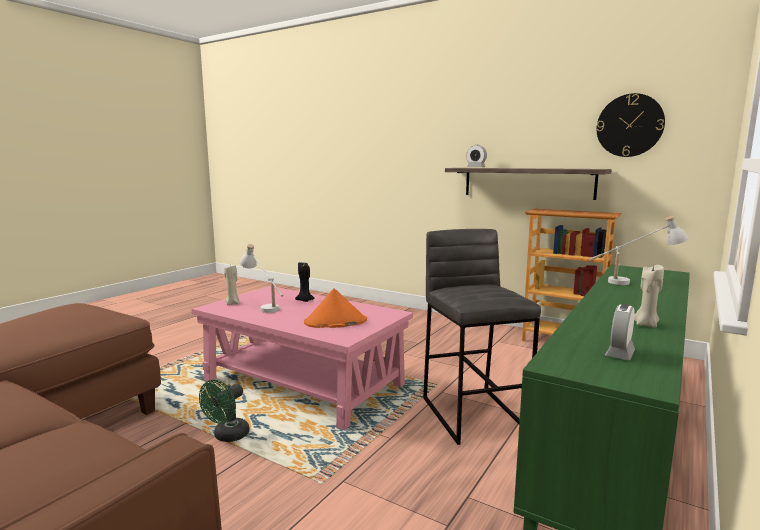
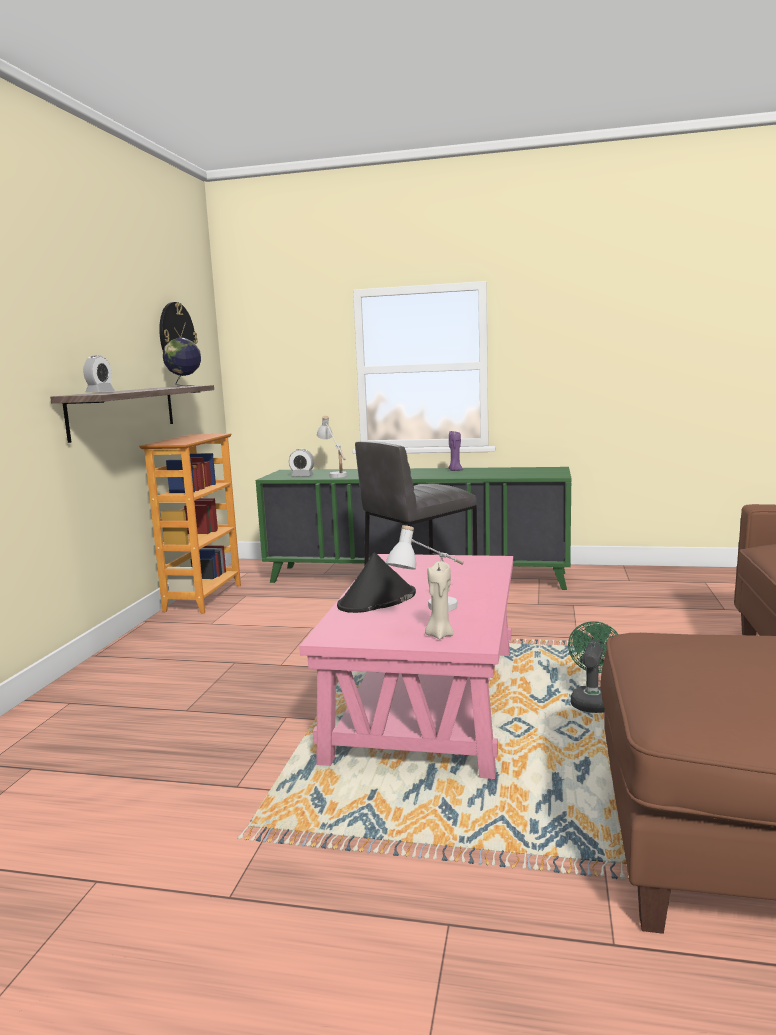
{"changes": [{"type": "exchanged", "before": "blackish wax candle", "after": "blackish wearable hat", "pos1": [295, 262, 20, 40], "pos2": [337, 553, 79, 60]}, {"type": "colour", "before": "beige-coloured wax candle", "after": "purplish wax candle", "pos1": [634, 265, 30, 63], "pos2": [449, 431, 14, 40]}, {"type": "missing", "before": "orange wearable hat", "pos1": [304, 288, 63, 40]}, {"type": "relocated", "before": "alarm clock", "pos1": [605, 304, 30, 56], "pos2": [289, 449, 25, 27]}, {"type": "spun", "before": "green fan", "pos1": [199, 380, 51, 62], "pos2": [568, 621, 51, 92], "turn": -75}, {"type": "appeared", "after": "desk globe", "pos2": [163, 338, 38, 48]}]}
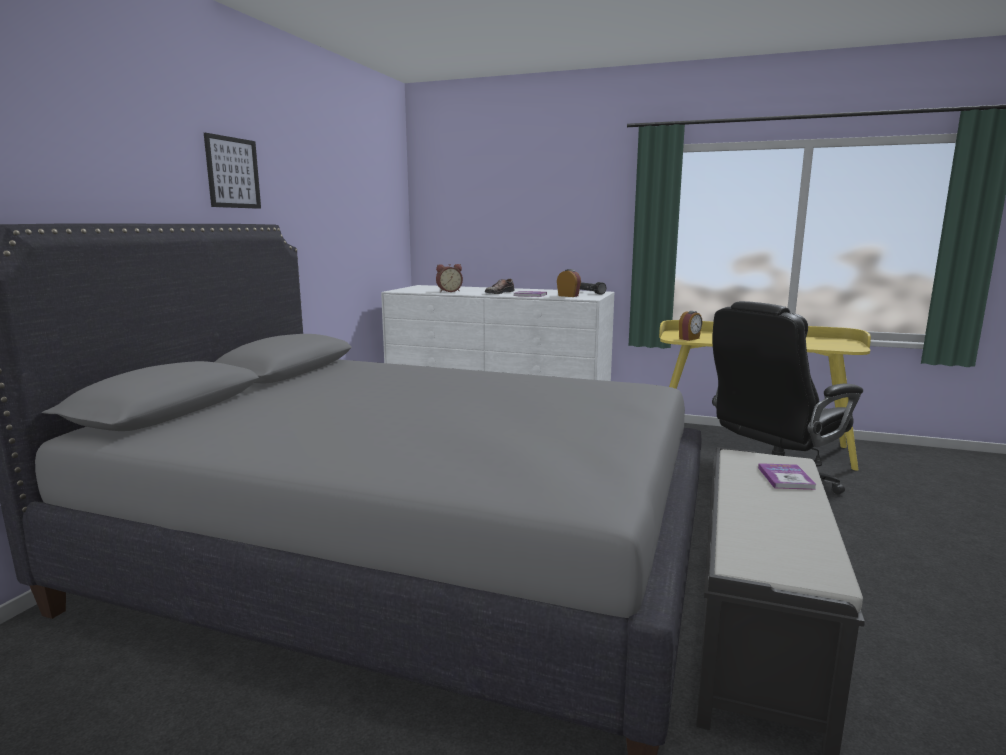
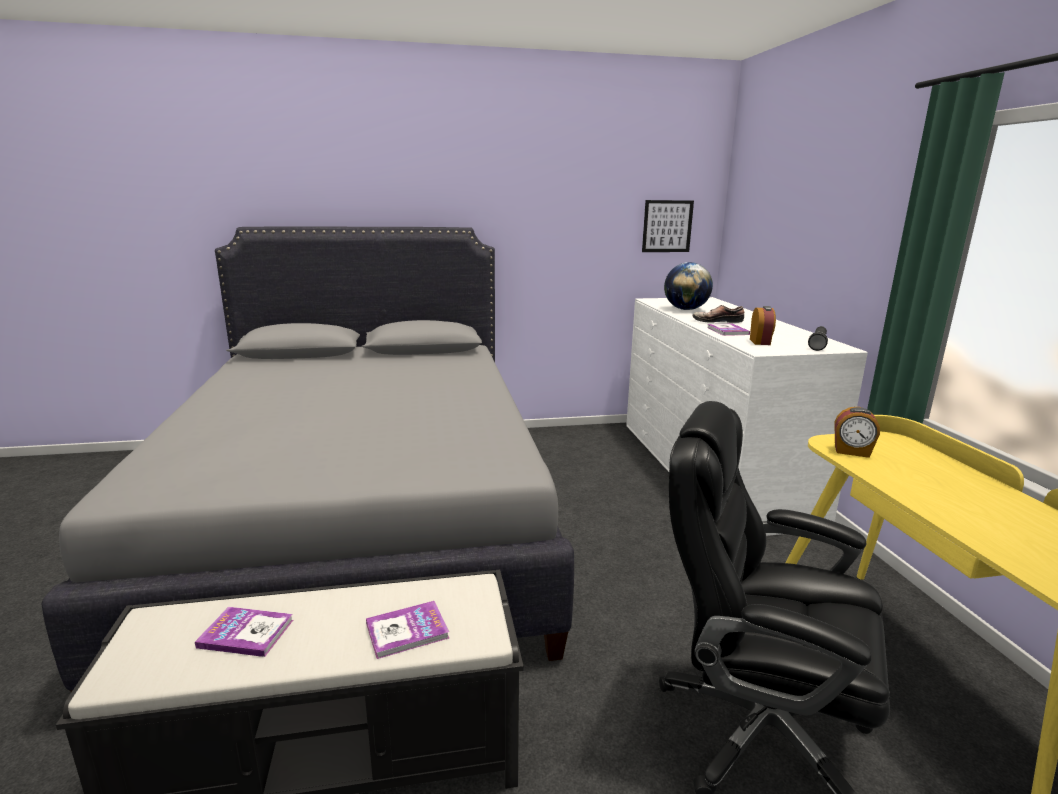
{"changes": [{"type": "relocated", "before": "wall picture", "pos1": [204, 133, 57, 76], "pos2": [642, 200, 52, 52]}, {"type": "exchanged", "before": "alarm clock", "after": "desk globe", "pos1": [436, 264, 27, 28], "pos2": [664, 262, 49, 48]}, {"type": "appeared", "after": "volume", "pos2": [195, 607, 98, 50]}]}
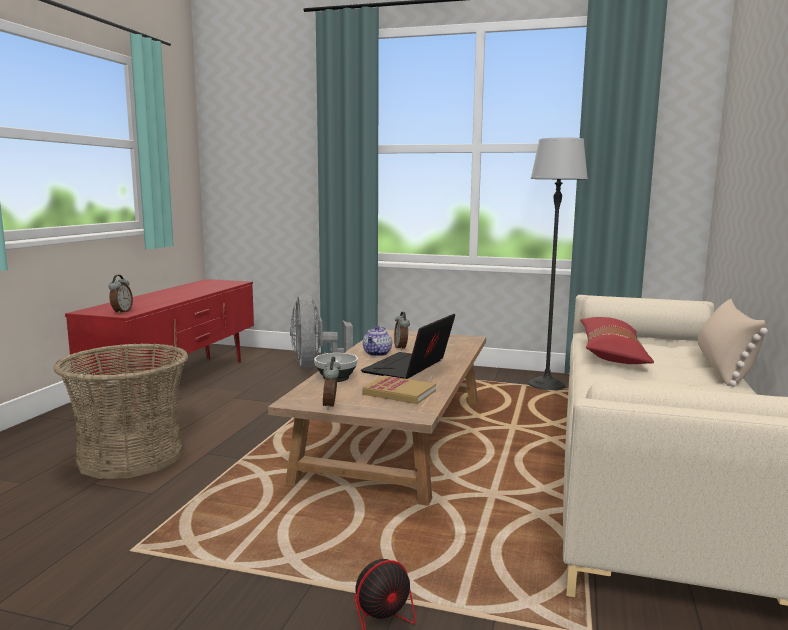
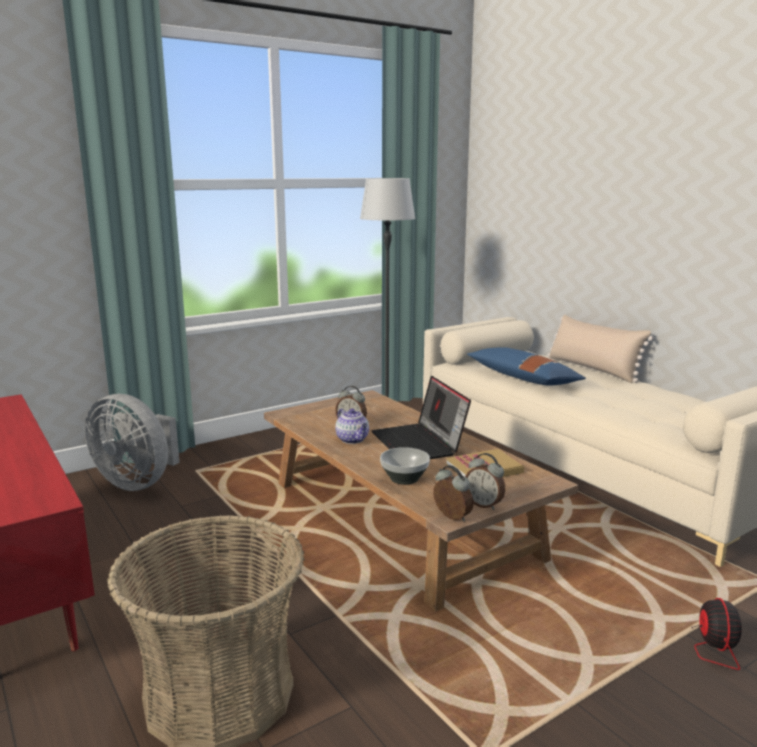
{"changes": [{"type": "relocated", "before": "alarm clock", "pos1": [109, 275, 24, 39], "pos2": [433, 465, 40, 57]}, {"type": "colour", "before": "reddish throw pillow", "after": "bluish throw pillow", "pos1": [580, 317, 74, 47], "pos2": [467, 347, 119, 39]}]}
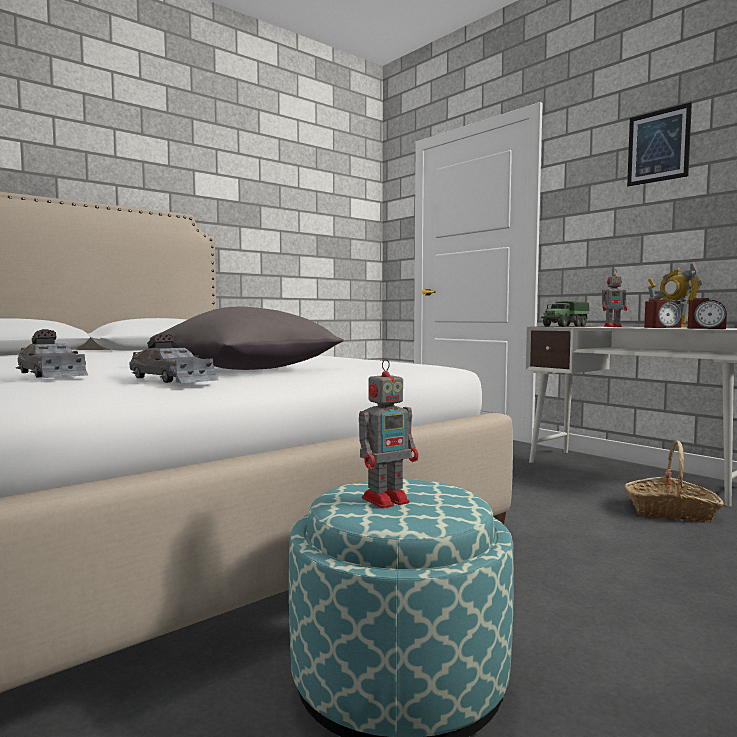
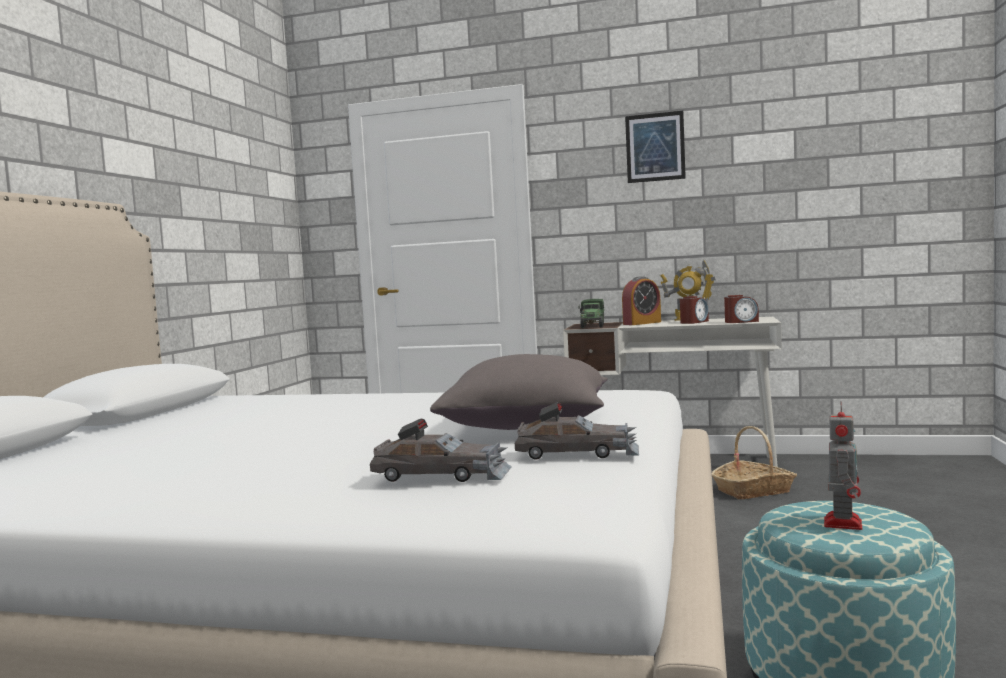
{"changes": [{"type": "exchanged", "before": "robot figure", "after": "alarm clock", "pos1": [602, 269, 25, 58], "pos2": [622, 276, 39, 49]}]}
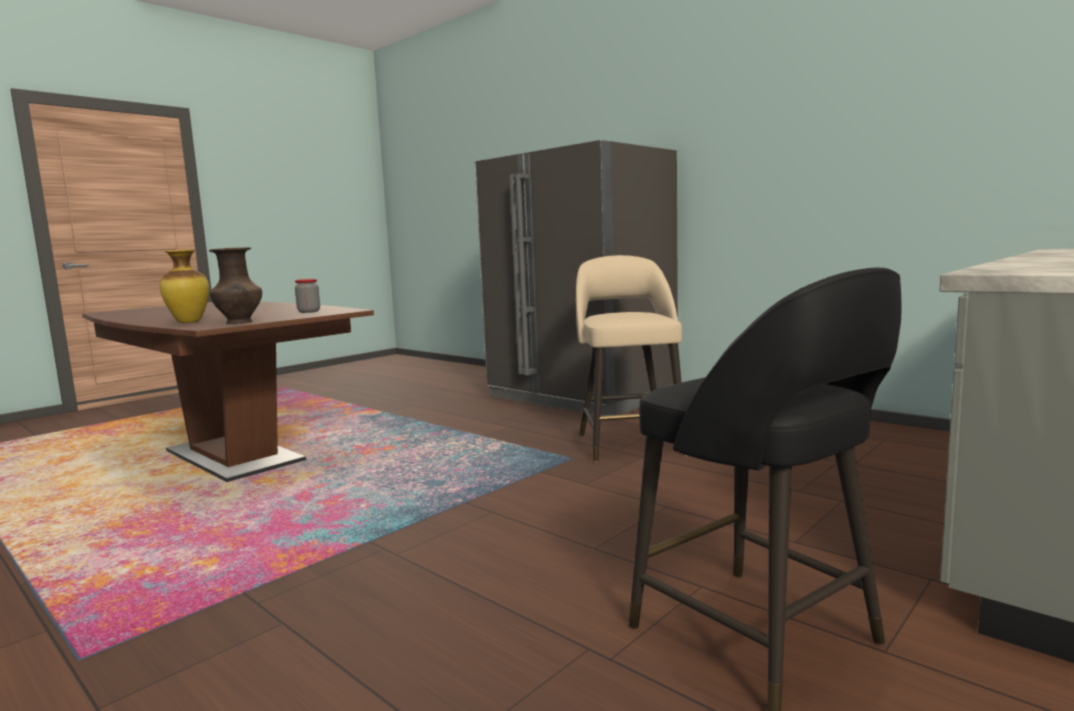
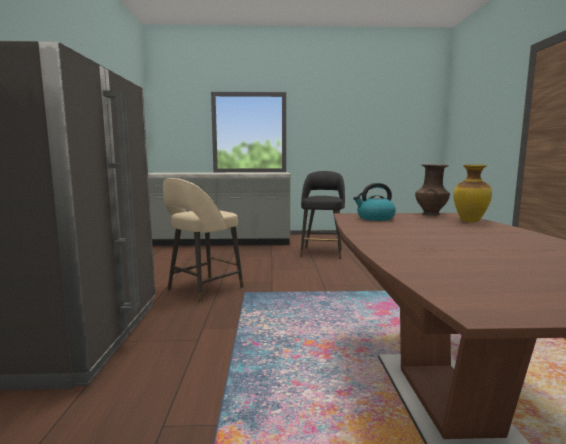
{"changes": [{"type": "exchanged", "before": "storage jar", "after": "water kettle", "pos1": [295, 279, 25, 34], "pos2": [353, 183, 43, 38]}]}
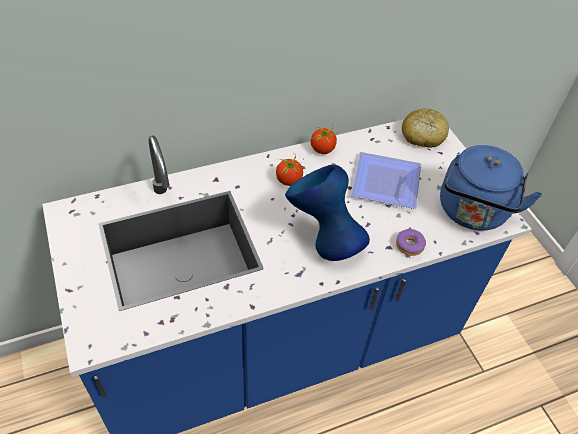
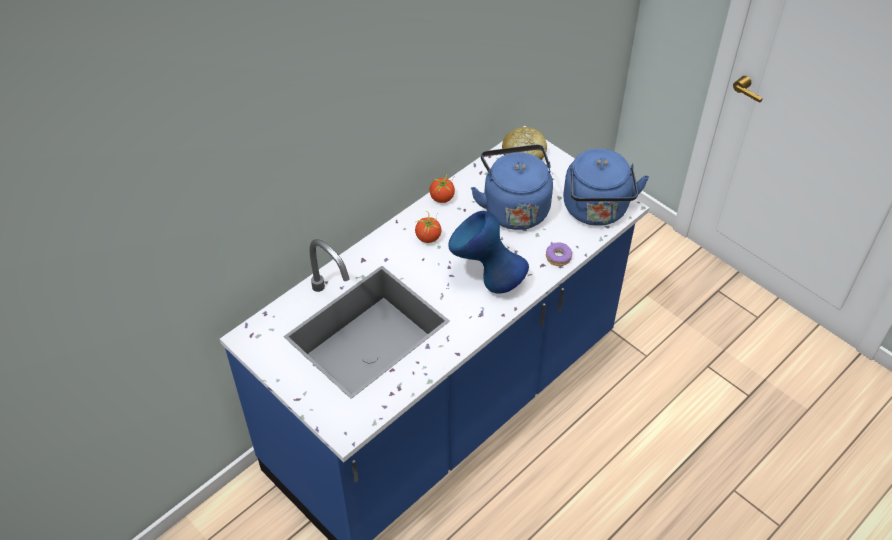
{"changes": [{"type": "exchanged", "before": "plate", "after": "bluish water kettle", "pos1": [351, 152, 70, 57], "pos2": [471, 145, 82, 85]}]}
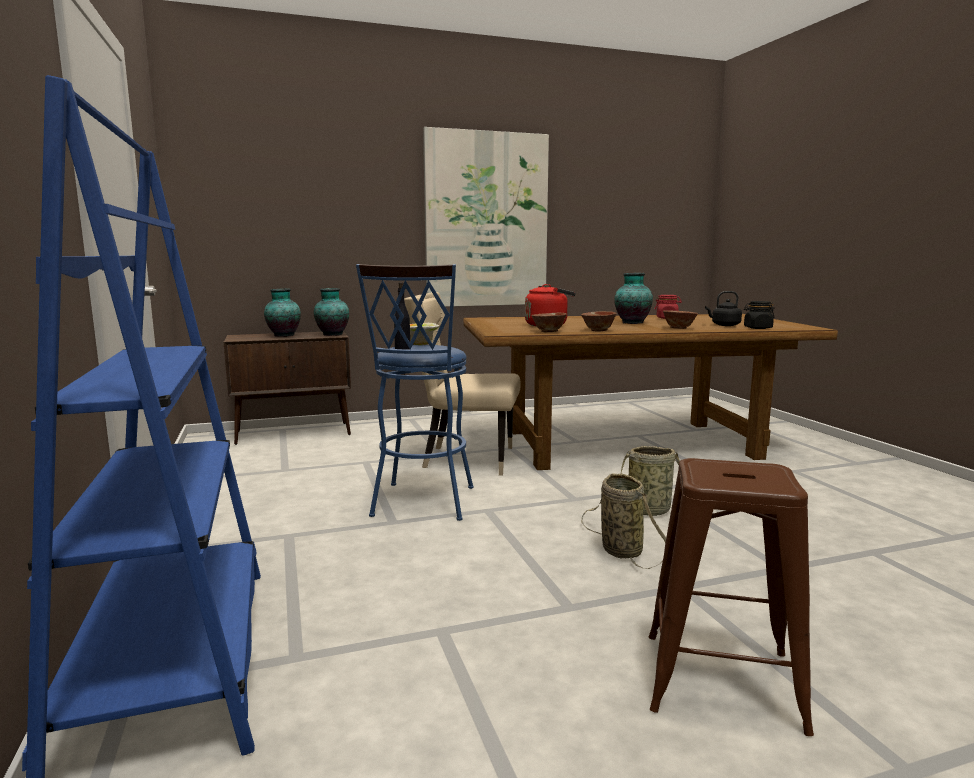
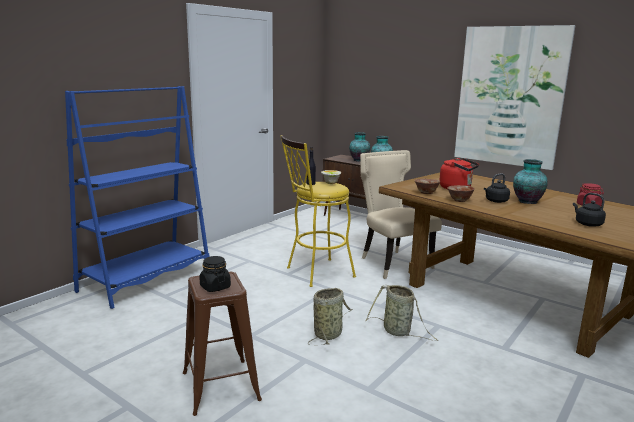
{"changes": [{"type": "colour", "before": "bluish stool seat", "after": "yellow-coloured stool seat", "pos1": [356, 264, 118, 257], "pos2": [281, 135, 75, 152]}, {"type": "relocated", "before": "blackish storage jar", "pos1": [744, 301, 31, 28], "pos2": [199, 256, 32, 36]}, {"type": "missing", "before": "bowl", "pos1": [663, 310, 35, 19]}, {"type": "appeared", "after": "blackish water kettle", "pos2": [484, 174, 26, 29]}]}
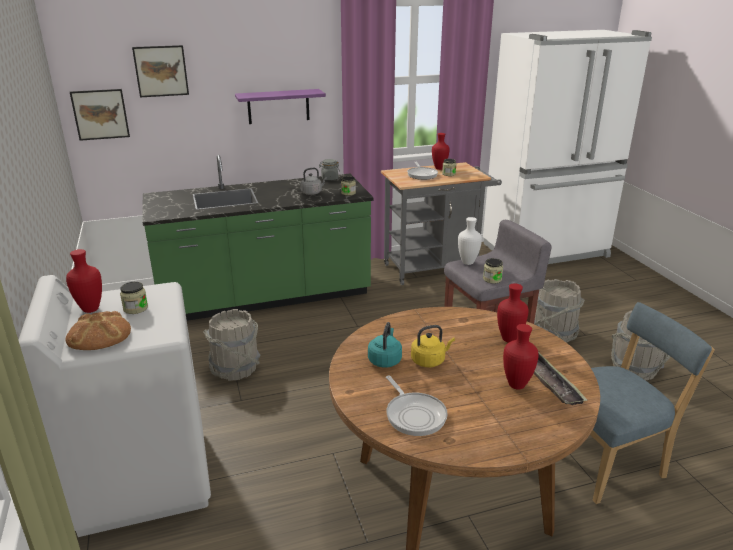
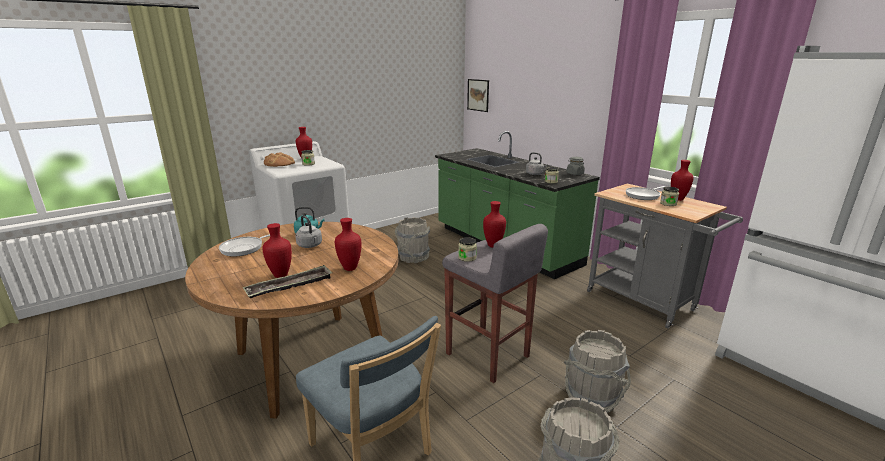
{"changes": [{"type": "missing", "before": "wall picture", "pos1": [132, 45, 57, 52]}, {"type": "missing", "before": "purplish bracket shelf", "pos1": [235, 89, 91, 35]}, {"type": "colour", "before": "white decorative vase", "after": "reddish decorative vase", "pos1": [458, 217, 24, 48], "pos2": [483, 201, 23, 47]}, {"type": "colour", "before": "yellow-coloured water kettle", "after": "greyish water kettle", "pos1": [411, 325, 44, 43], "pos2": [295, 215, 27, 33]}]}
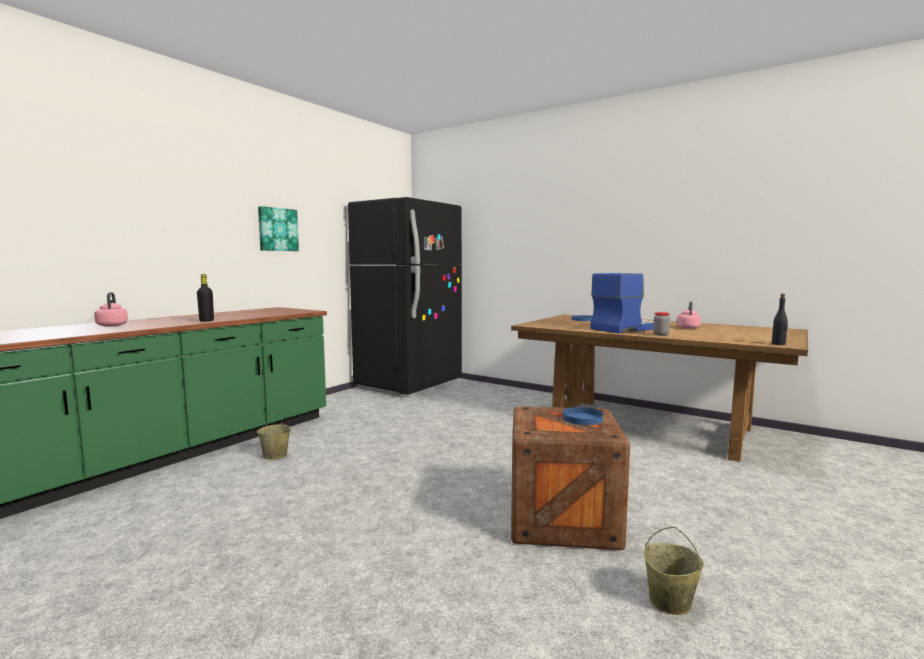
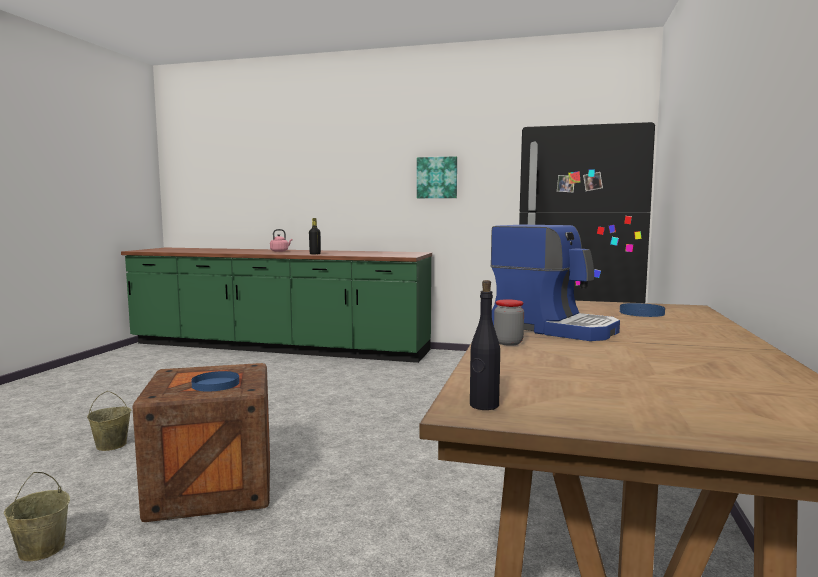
{"changes": [{"type": "missing", "before": "pinkish water kettle", "pos1": [677, 301, 24, 28]}, {"type": "relocated", "before": "beige-coloured bucket", "pos1": [257, 411, 34, 49], "pos2": [87, 391, 44, 60]}]}
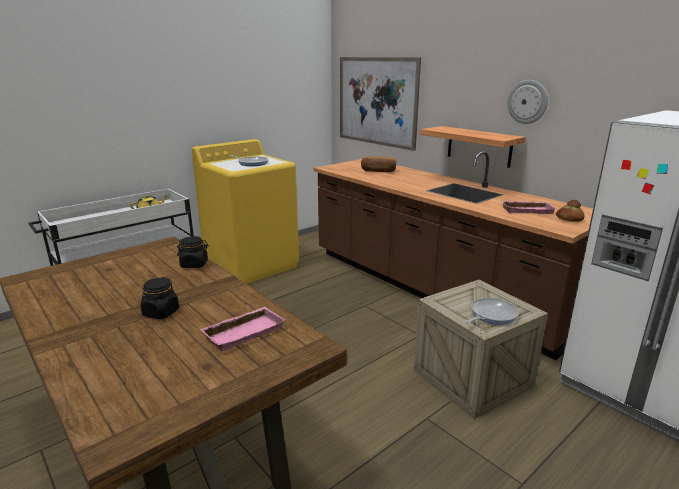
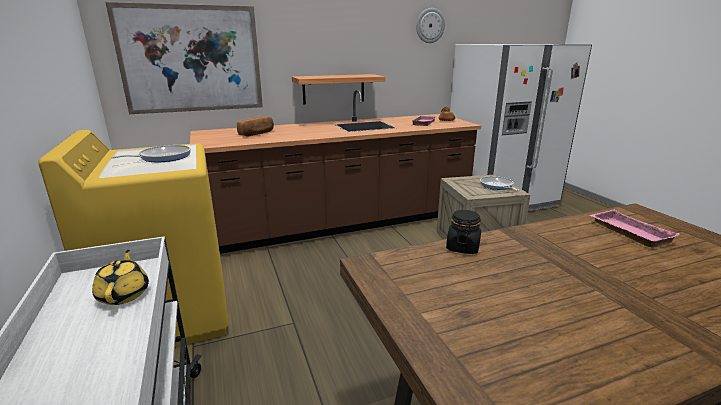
{"changes": [{"type": "relocated", "before": "wall clock", "pos1": [508, 80, 40, 44], "pos2": [416, 8, 29, 35]}, {"type": "missing", "before": "blackish storage jar", "pos1": [141, 277, 38, 42]}]}
